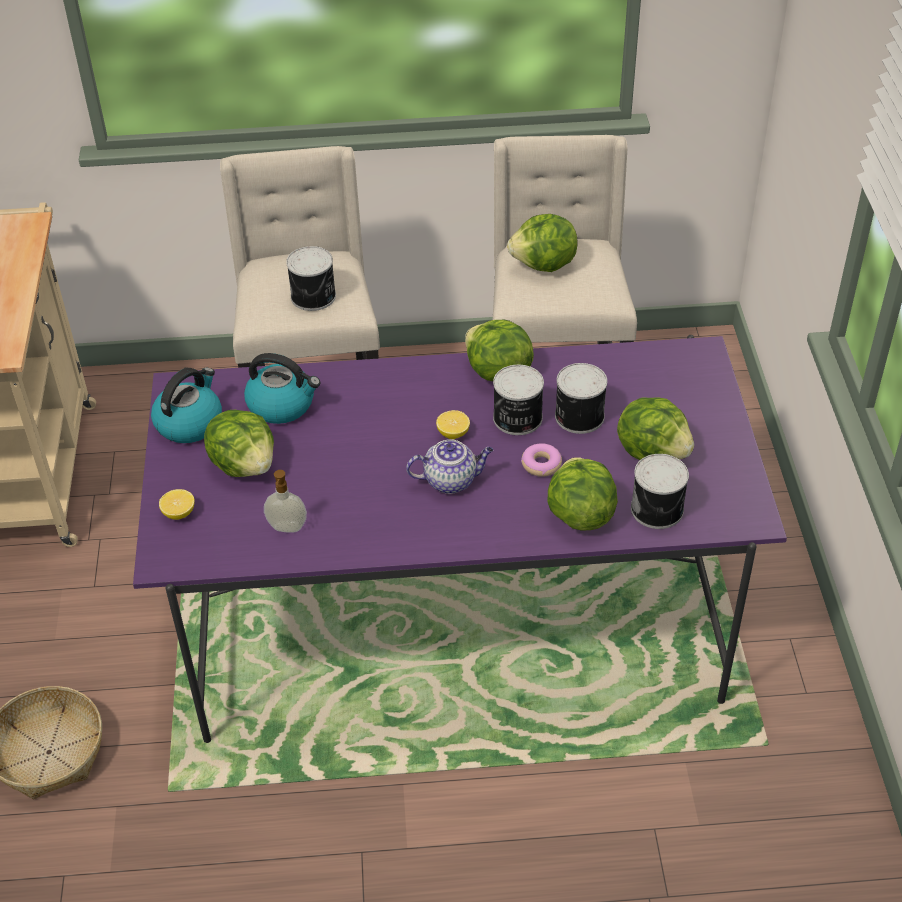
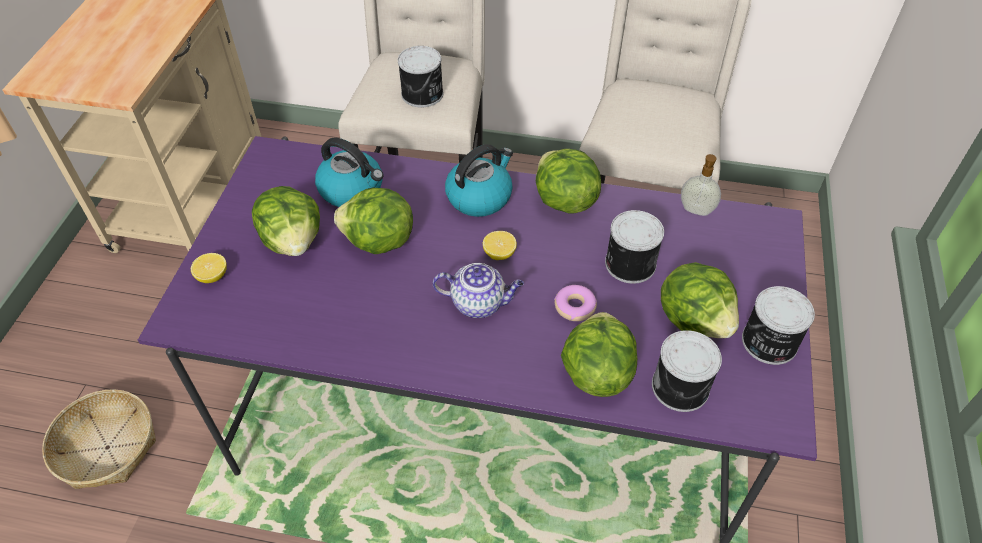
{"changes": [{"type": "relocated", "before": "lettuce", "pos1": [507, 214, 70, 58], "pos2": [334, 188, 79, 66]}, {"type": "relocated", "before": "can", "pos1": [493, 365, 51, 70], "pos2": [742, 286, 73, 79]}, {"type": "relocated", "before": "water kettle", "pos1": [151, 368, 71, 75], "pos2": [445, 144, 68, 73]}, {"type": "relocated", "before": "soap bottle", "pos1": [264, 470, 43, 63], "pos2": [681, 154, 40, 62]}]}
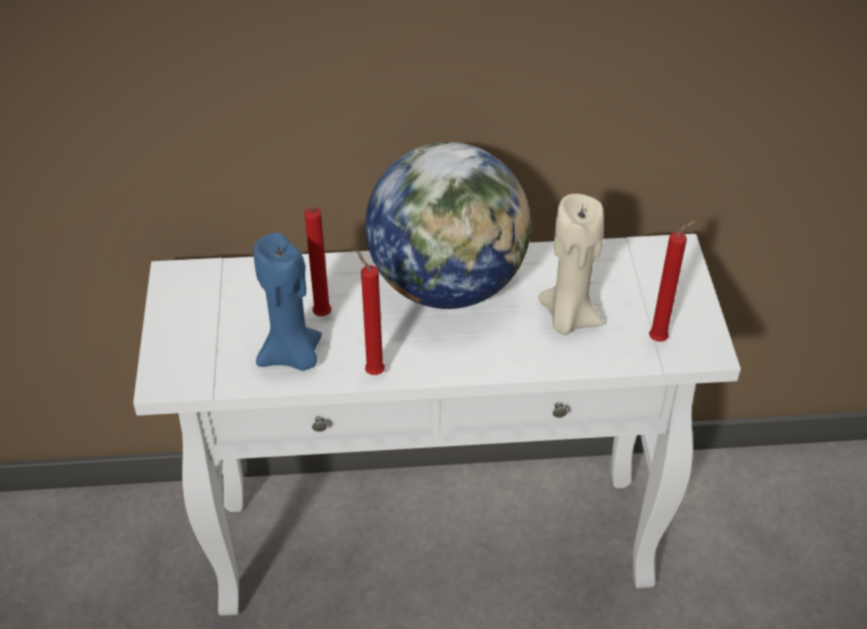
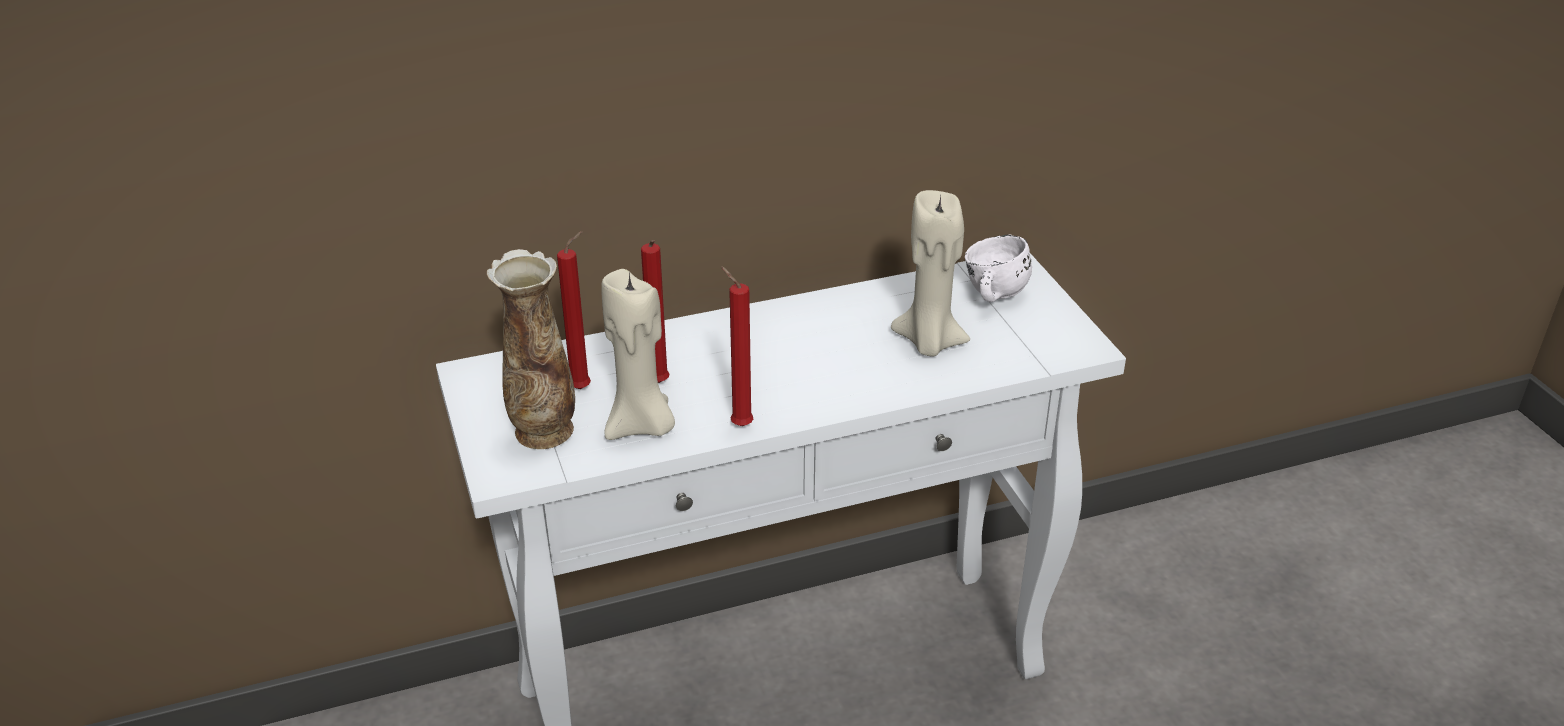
{"changes": [{"type": "missing", "before": "desk globe", "pos1": [365, 142, 166, 167]}, {"type": "relocated", "before": "reddish wax candle", "pos1": [649, 220, 48, 121], "pos2": [557, 231, 34, 158]}, {"type": "colour", "before": "bluish wax candle", "after": "beige-coloured wax candle", "pos1": [254, 233, 68, 138], "pos2": [601, 269, 74, 171]}, {"type": "appeared", "after": "white mug", "pos2": [965, 234, 67, 68]}, {"type": "appeared", "after": "decorative vase", "pos2": [487, 249, 88, 200]}]}
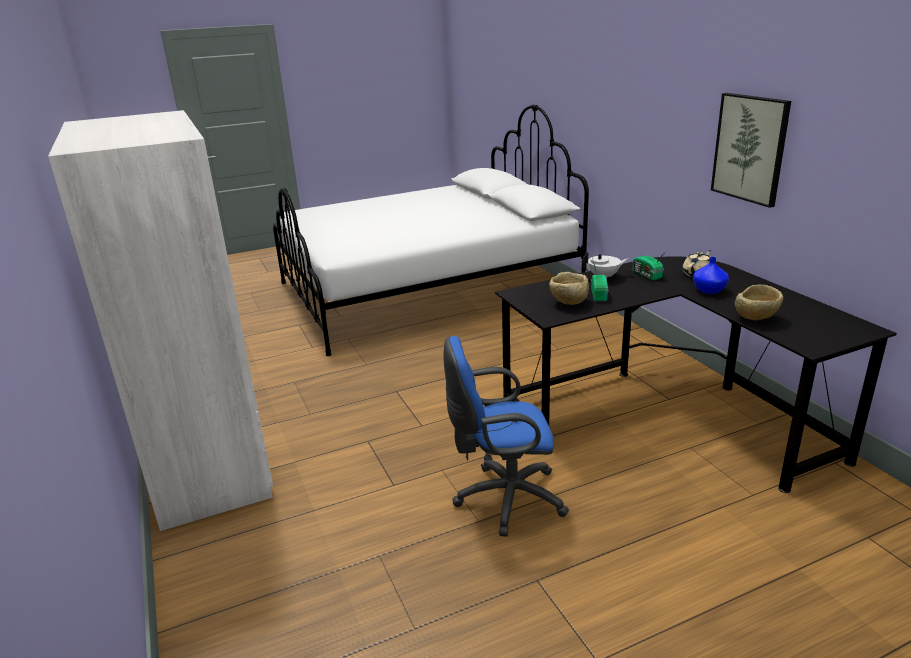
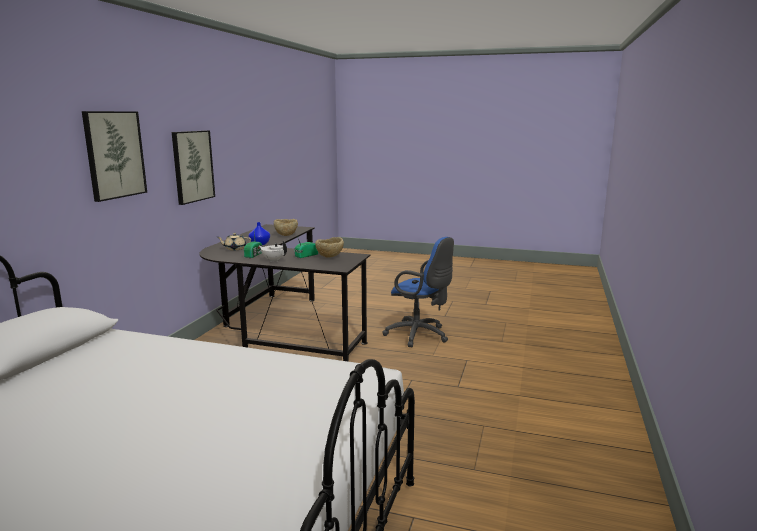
{"changes": [{"type": "missing", "before": "white armoire", "pos1": [48, 110, 225, 421]}, {"type": "appeared", "after": "wall picture", "pos2": [82, 111, 65, 91]}]}
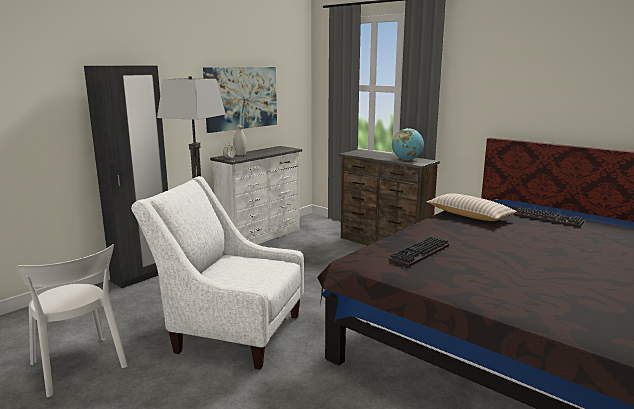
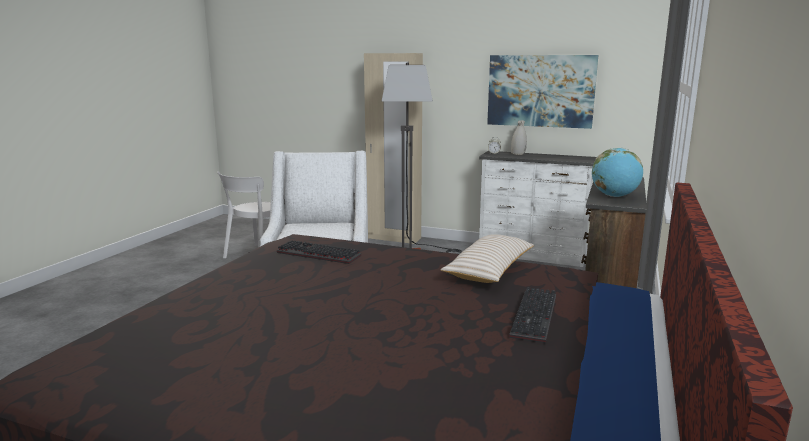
{"changes": [{"type": "colour", "before": "blackish armoire", "after": "beige-coloured armoire", "pos1": [84, 66, 84, 222], "pos2": [364, 53, 59, 191]}]}
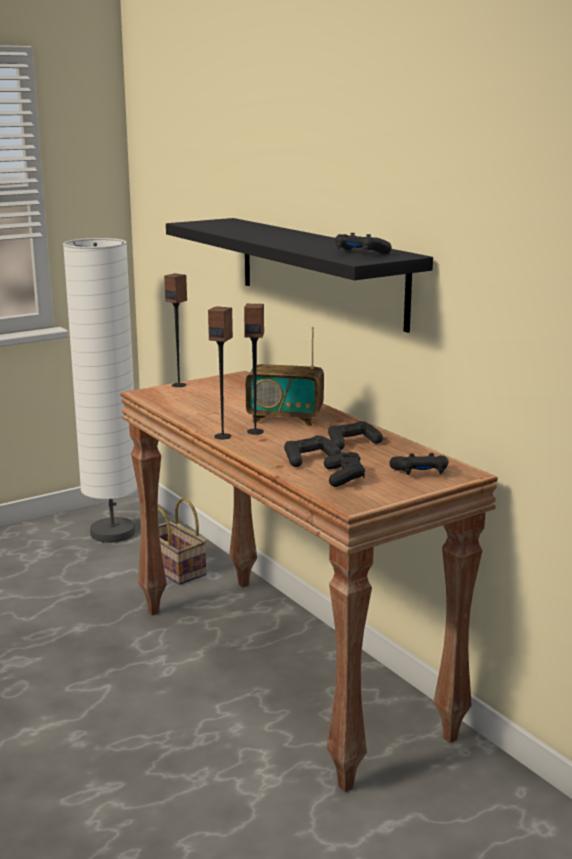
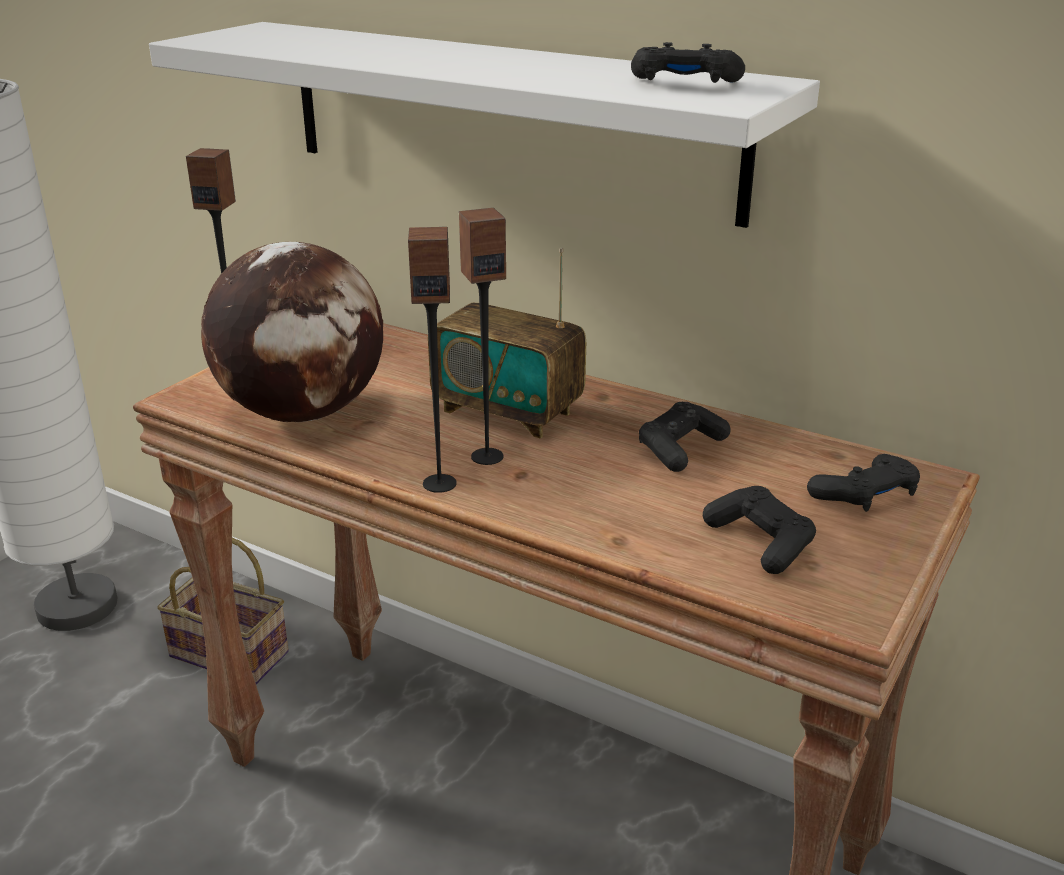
{"changes": [{"type": "colour", "before": "blackish bracket shelf", "after": "white bracket shelf", "pos1": [166, 218, 267, 115], "pos2": [149, 22, 671, 206]}, {"type": "spun", "before": "radio", "pos1": [246, 327, 78, 99], "pos2": [428, 248, 158, 191], "turn": 45}, {"type": "missing", "before": "blackish game controller", "pos1": [284, 435, 57, 32]}, {"type": "appeared", "after": "desk globe", "pos2": [201, 242, 182, 180]}]}
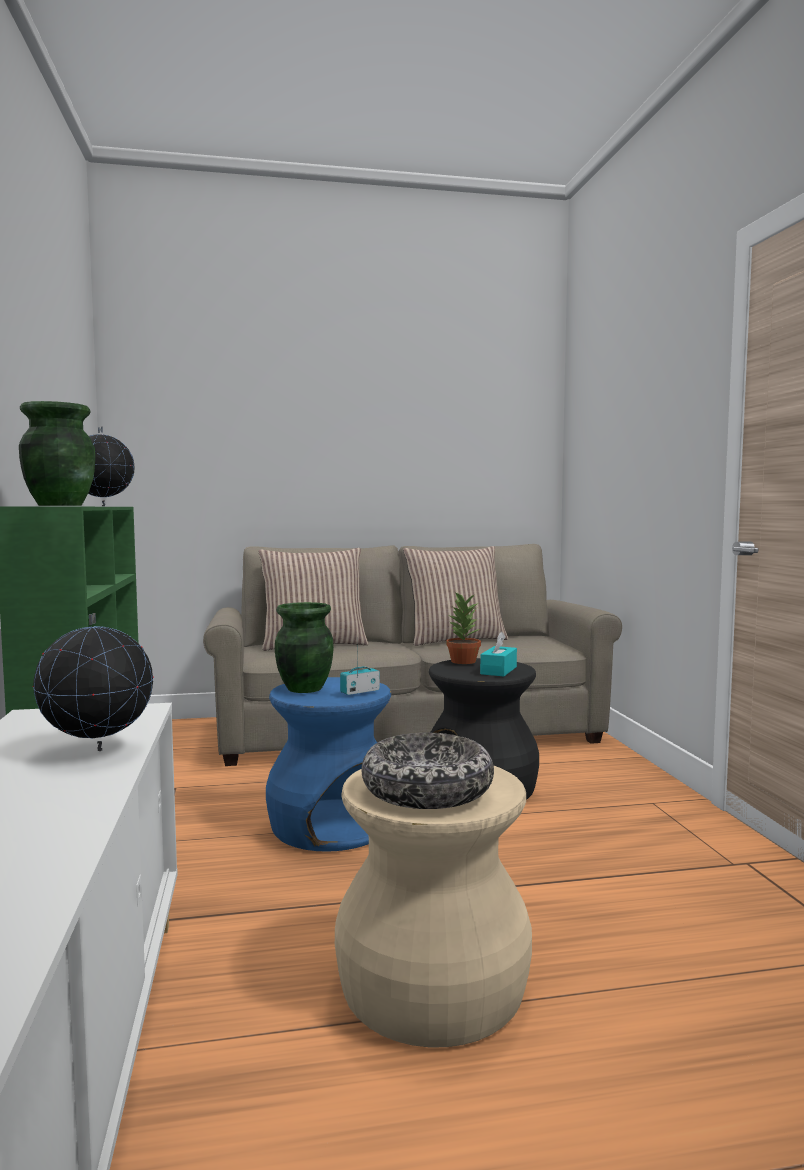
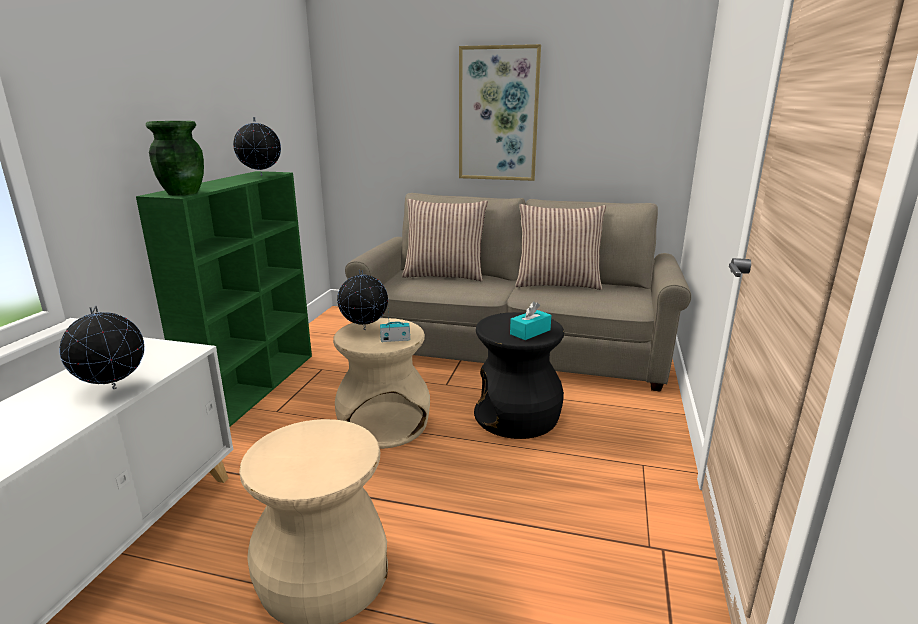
{"changes": [{"type": "missing", "before": "houseplant", "pos1": [446, 591, 35, 73]}, {"type": "exchanged", "before": "green decorative vase", "after": "desk globe", "pos1": [275, 602, 59, 91], "pos2": [337, 269, 51, 61]}, {"type": "colour", "before": "bluish stool seat", "after": "beige-coloured stool seat", "pos1": [266, 677, 125, 175], "pos2": [333, 318, 97, 131]}, {"type": "missing", "before": "bowl", "pos1": [361, 733, 133, 76]}, {"type": "appeared", "after": "wall picture", "pos2": [459, 44, 82, 137]}]}
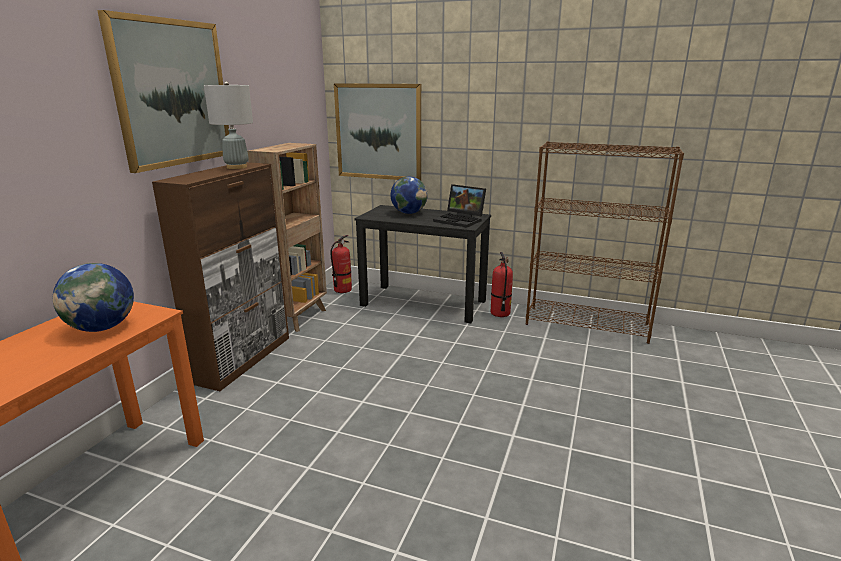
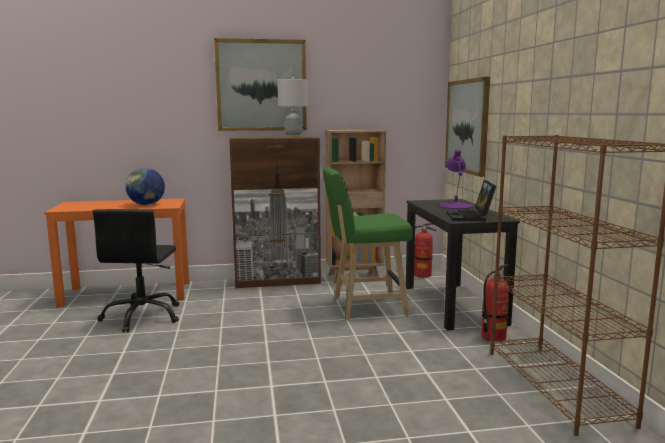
{"changes": [{"type": "exchanged", "before": "desk globe", "after": "purplish tabletop lamp", "pos1": [391, 176, 37, 38], "pos2": [439, 149, 34, 60]}, {"type": "appeared", "after": "green stool seat", "pos2": [323, 167, 90, 153]}, {"type": "appeared", "after": "blackish desk chair", "pos2": [92, 209, 87, 124]}]}
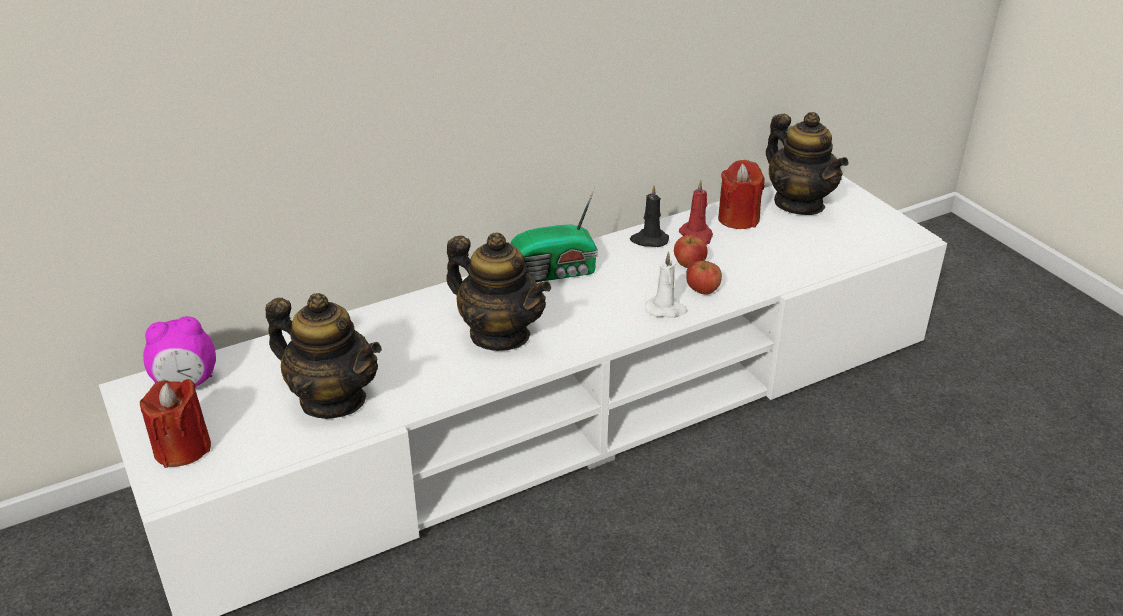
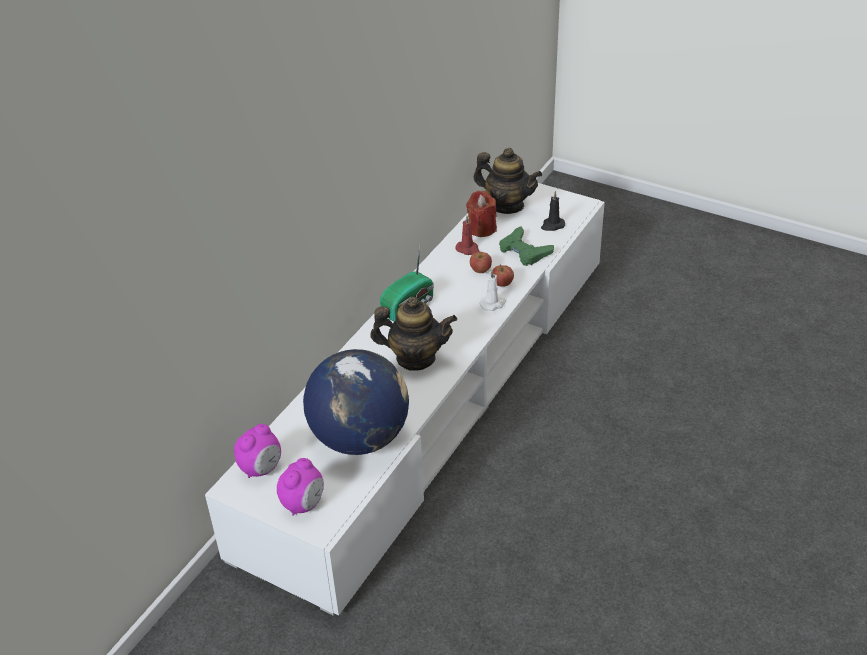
{"changes": [{"type": "relocated", "before": "blackish wax candle", "pos1": [630, 185, 39, 62], "pos2": [541, 191, 24, 40]}, {"type": "exchanged", "before": "tea pot", "after": "desk globe", "pos1": [265, 293, 117, 126], "pos2": [303, 349, 106, 106]}, {"type": "exchanged", "before": "reddish wax candle", "after": "alarm clock", "pos1": [140, 379, 71, 89], "pos2": [277, 458, 47, 58]}, {"type": "appeared", "after": "green game controller", "pos2": [499, 227, 55, 39]}]}
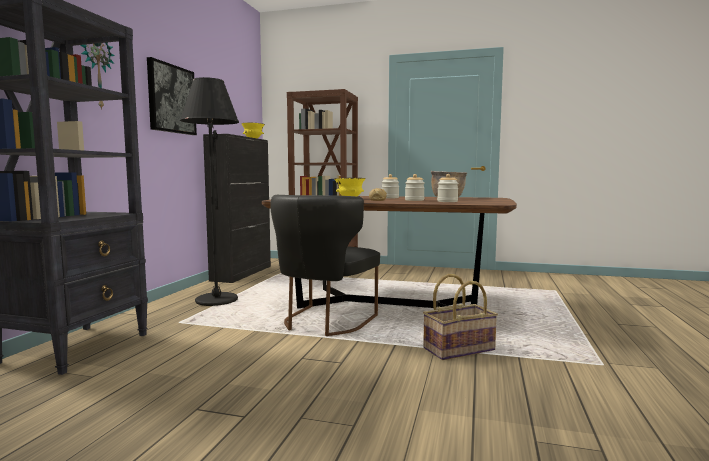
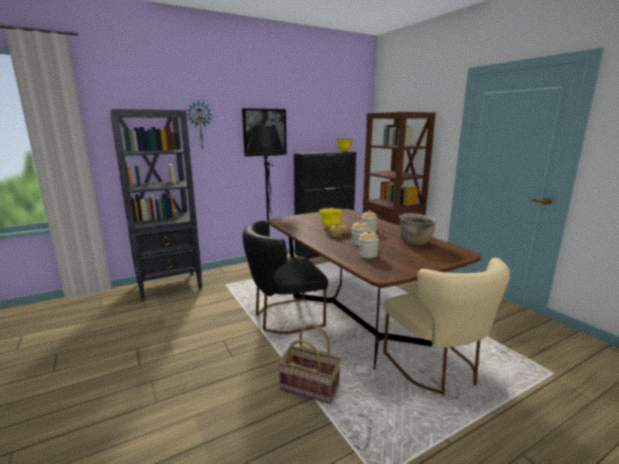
{"changes": [{"type": "appeared", "after": "beige-coloured chair", "pos2": [383, 258, 127, 137]}]}
